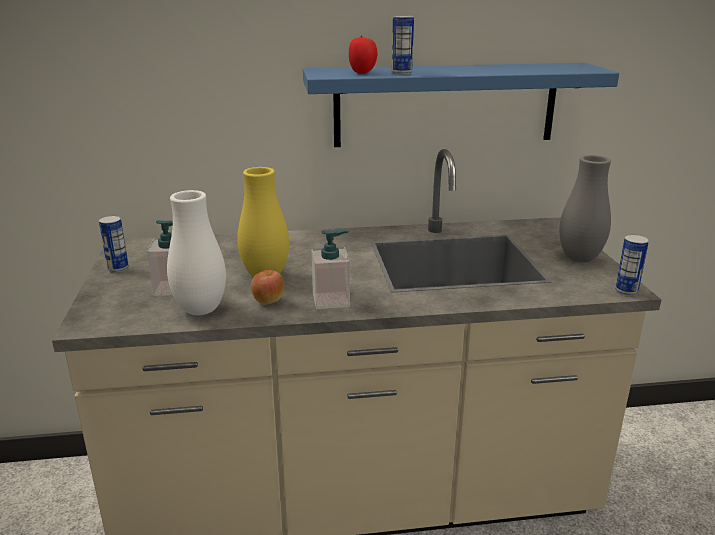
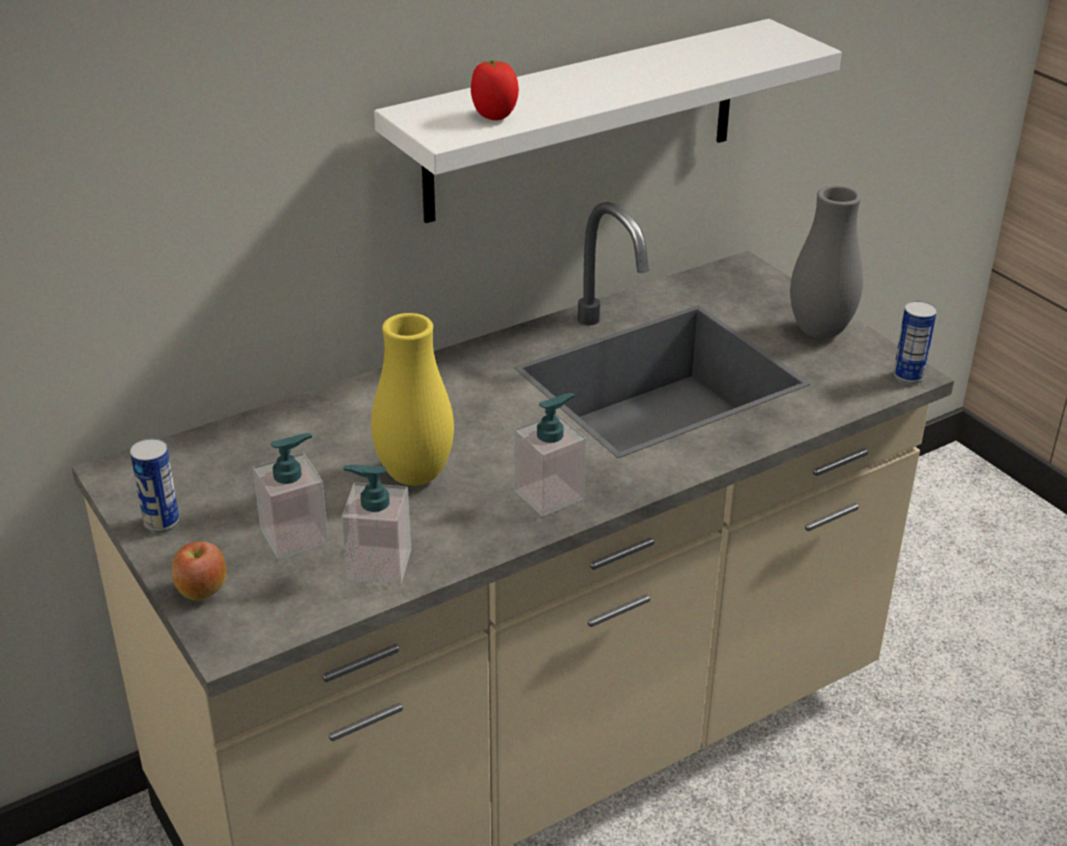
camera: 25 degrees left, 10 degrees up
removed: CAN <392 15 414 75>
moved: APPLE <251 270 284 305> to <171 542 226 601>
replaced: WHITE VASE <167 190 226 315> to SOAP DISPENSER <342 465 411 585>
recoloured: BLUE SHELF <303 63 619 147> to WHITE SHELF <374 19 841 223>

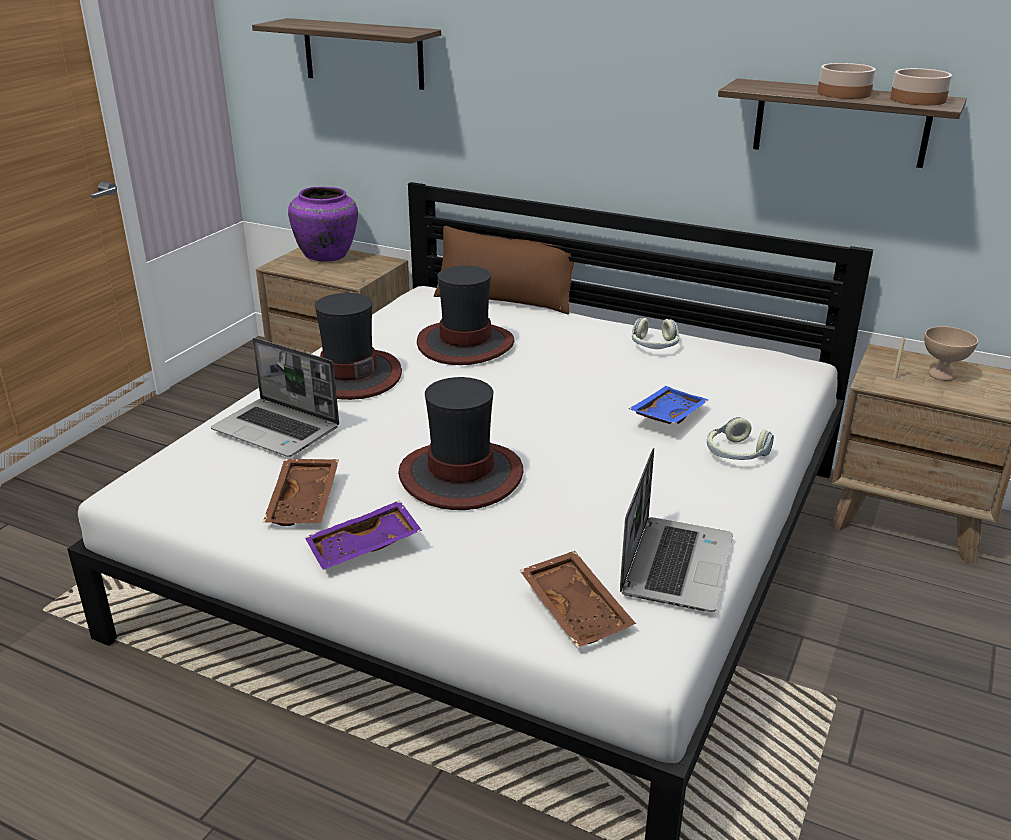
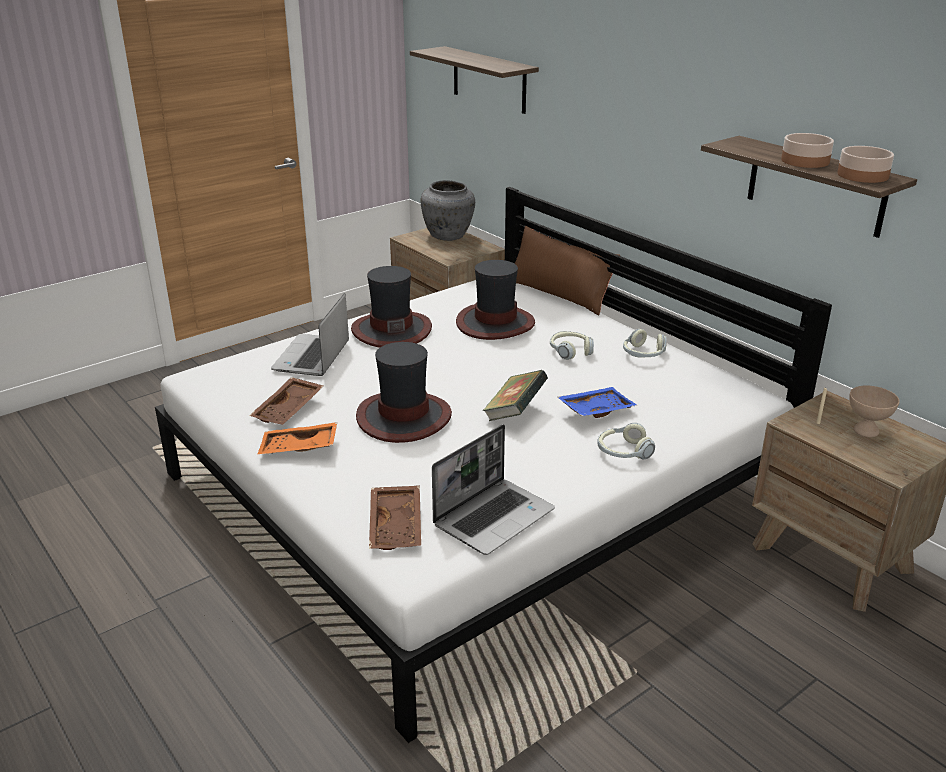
camera: 25 degrees right, 0 degrees up
added: BOOK <483 370 548 421>; HEADPHONES <550 331 594 360>
recoloured: PURPLE VASE <288 187 358 262> to GREY VASE <421 180 475 241>; PURPLE TRAY <305 500 422 569> to ORANGE TRAY <257 422 337 454>
turned: LAPTOP <211 338 339 457> = <271 293 349 376> 45 degrees clockwise

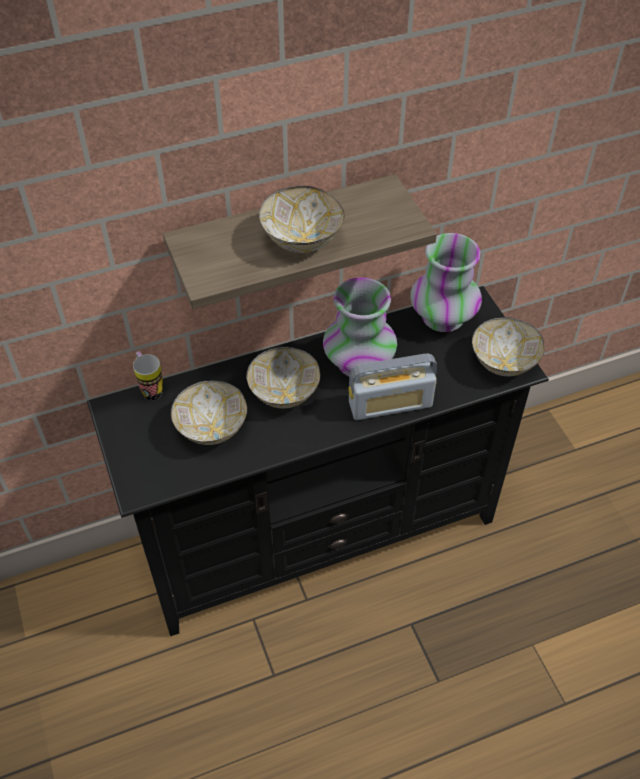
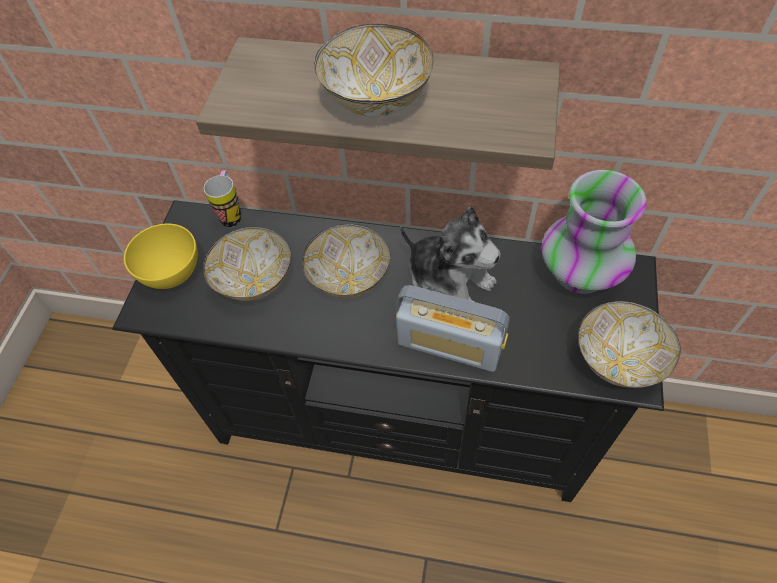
camera: 35 degrees right, 5 degrees up
added: YELLOW BOWL <124 224 198 289>
replaced: VASE <323 277 397 377> to PLUSH TOY <400 207 501 302>

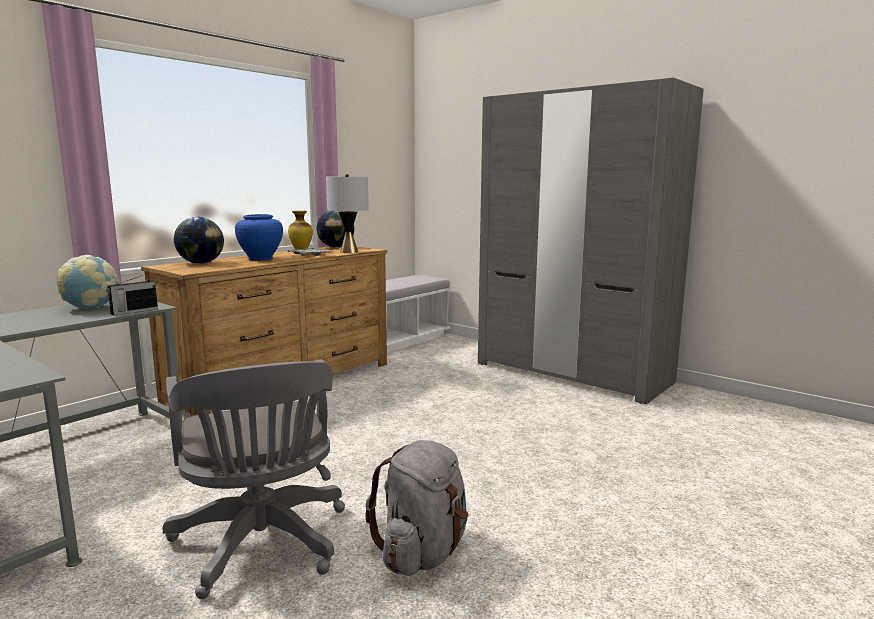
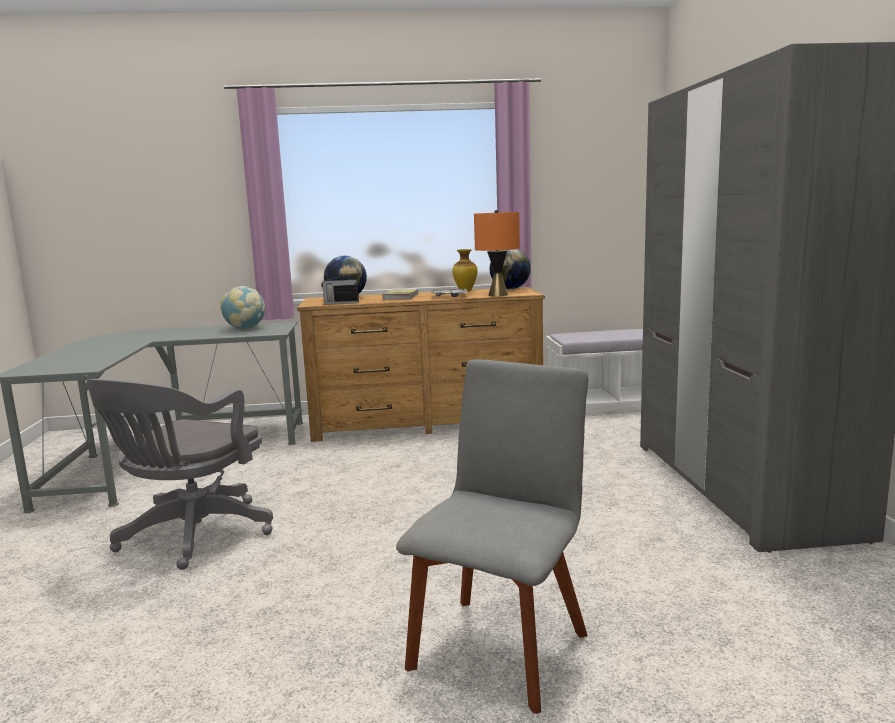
camera: 45 degrees right, 0 degrees up
removed: GREY BACKPACK <366 440 469 576>
added: GREY CHAIR <396 359 588 714>
moved: RADIO <106 275 158 316> to <321 273 359 304>
replaced: BLUE VASE <235 214 283 261> to BOOK <382 288 419 300>
recoloured: GREY TABLE LAMP <326 174 369 253> to ORANGE TABLE LAMP <474 210 520 296>

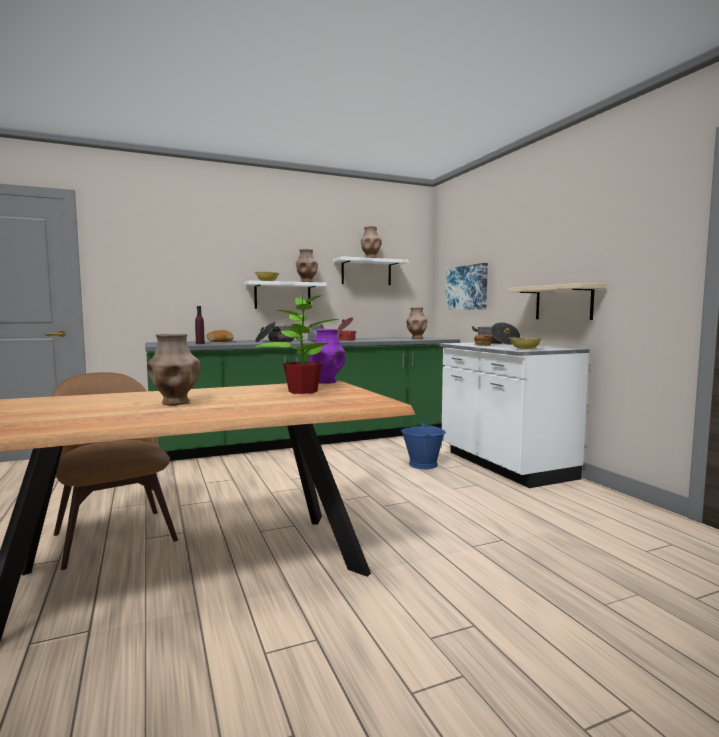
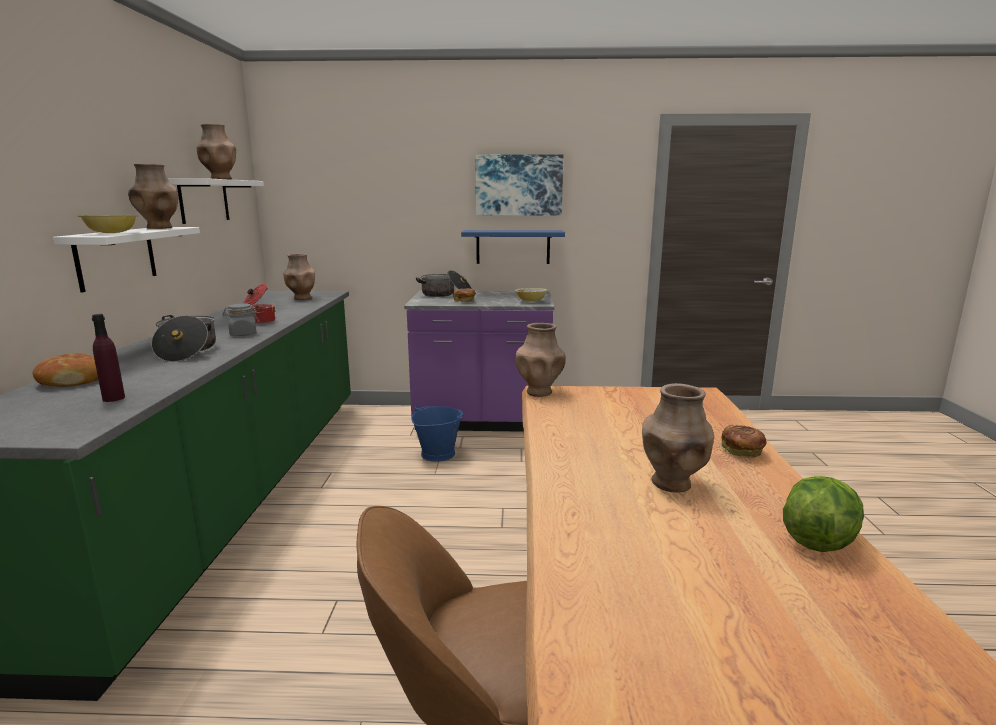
camera: 65 degrees left, 10 degrees up
removed: POTTED PLANT <254 293 338 394>
added: BREAD <720 425 766 458>; LETTUCE <783 476 864 552>
moved: PICTURE <445 263 488 310> to <475 154 563 215>
recoloured: PURPLE VASE <309 329 345 384> to BROWN VASE <516 323 566 397>; WHITE COUNTER <438 343 590 488> to PURPLE COUNTER <404 291 555 432>; BEIGE SHELF <507 283 606 320> to BLUE SHELF <461 230 565 264>

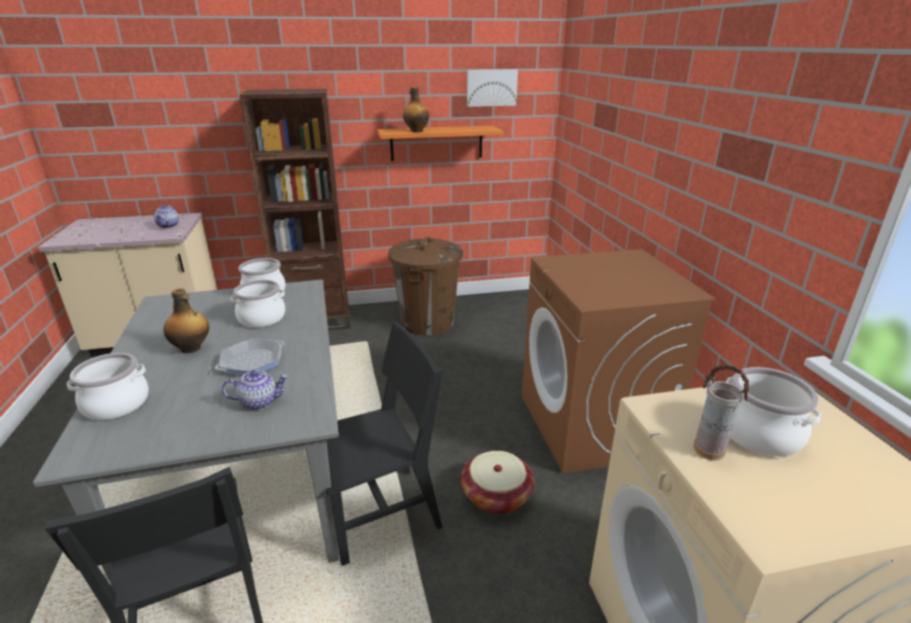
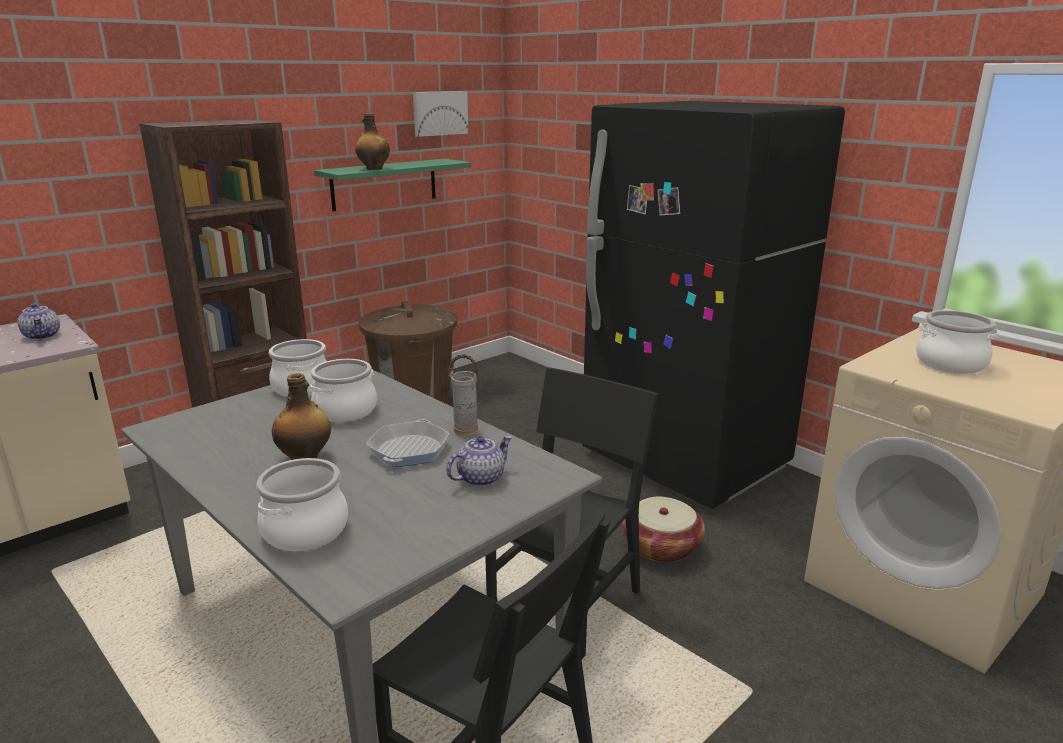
camera: 30 degrees left, 5 degrees down
moved: VASE <693 364 749 461> to <447 354 480 436>
replaced: BROWN WASHING MACHINE <522 249 716 474> to BLACK FRIDGE <582 101 845 509>
recoloured: ORANGE SHELF <377 126 503 161> to GREEN SHELF <314 159 471 211>

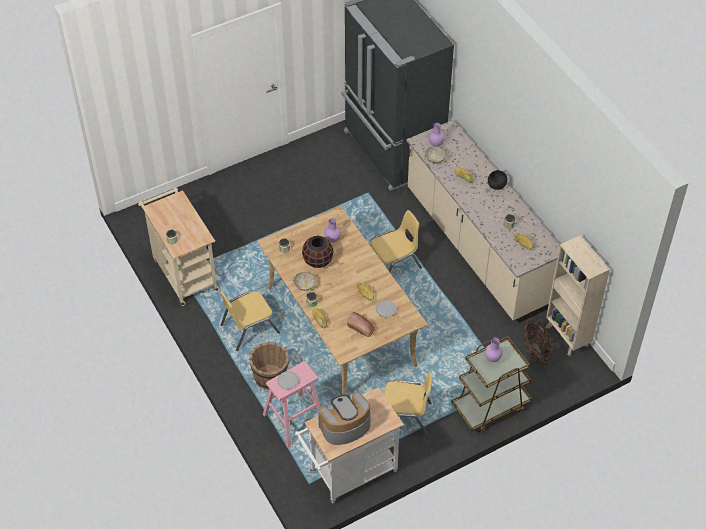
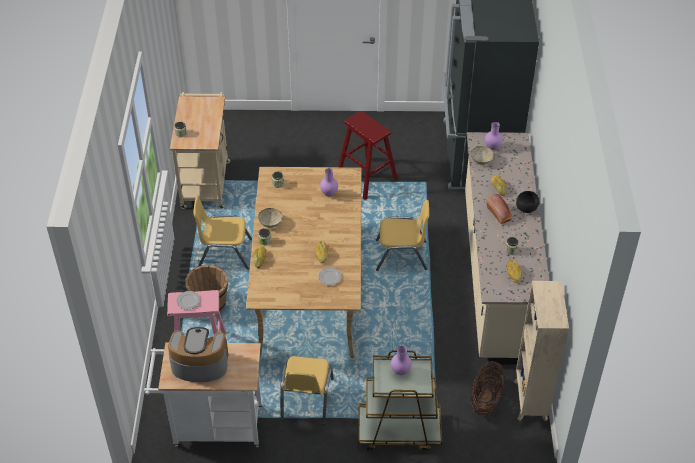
camera: 30 degrees right, 5 degrees down
removed: BLACK VASE <302 236 333 268>
added: RED STOOL <338 111 398 200>
moved: BREAD <347 312 375 337> to <486 194 512 224>
turned: YELLOW CHAIR <383 372 432 435> = <281 356 334 425> 60 degrees clockwise

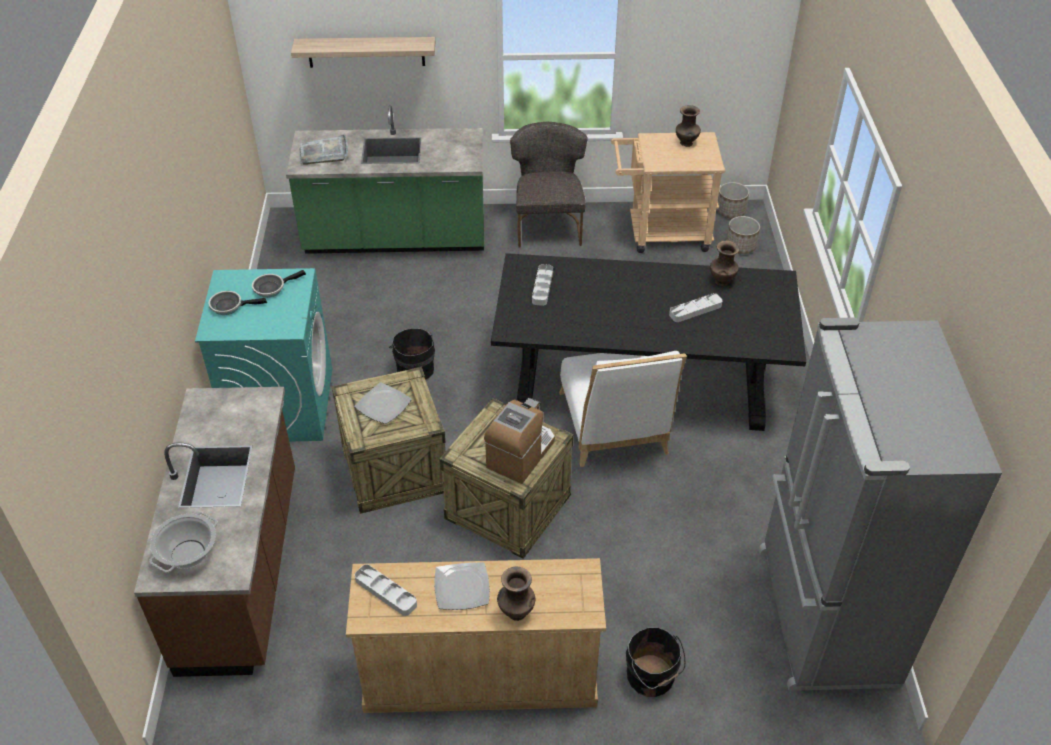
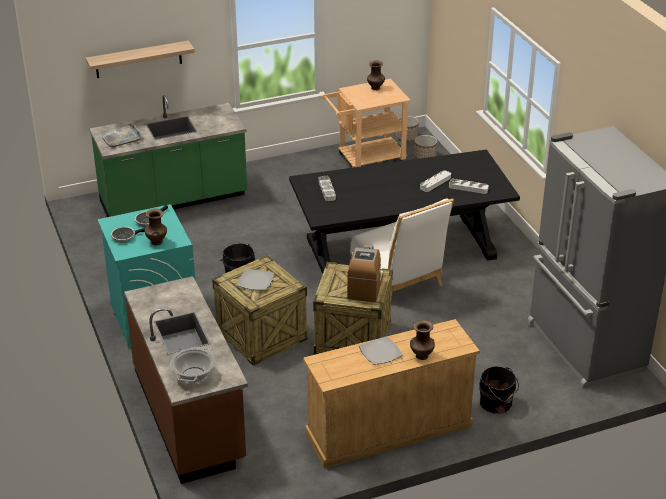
camera: 20 degrees left, 10 degrees down
removed: GREY CHAIR <510 121 588 248>
moved: GREY TRAY <355 564 417 616> to <449 179 489 194>; BROWN VASE <710 241 739 286> to <145 208 167 245>

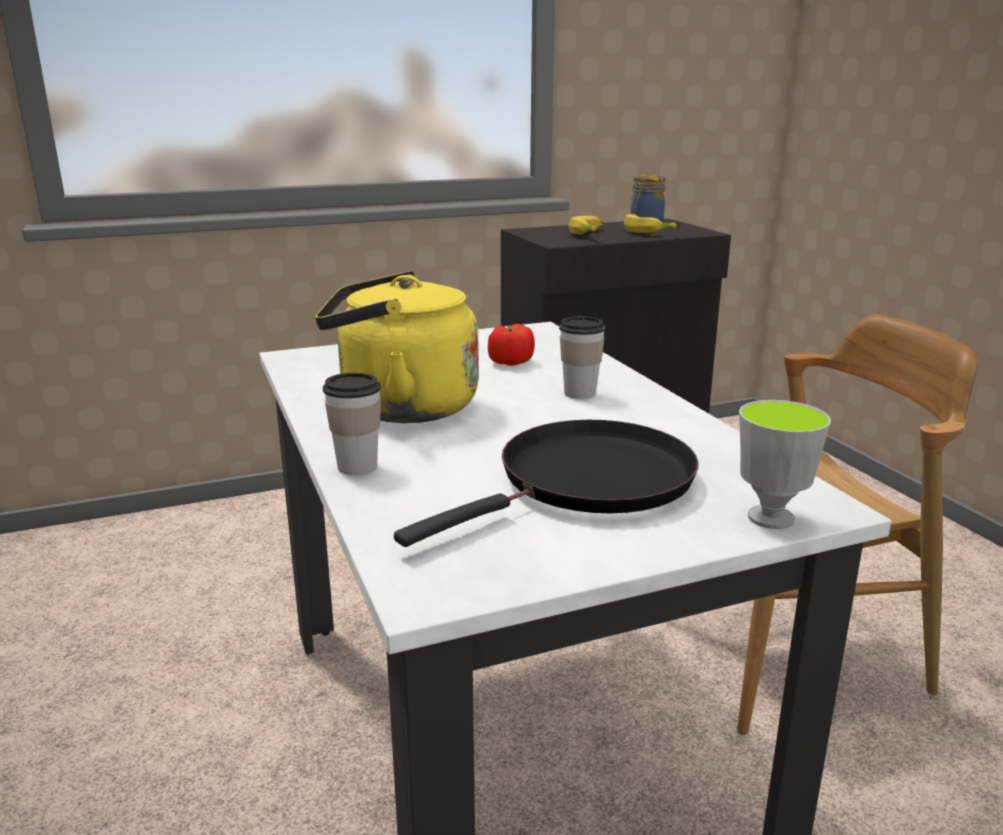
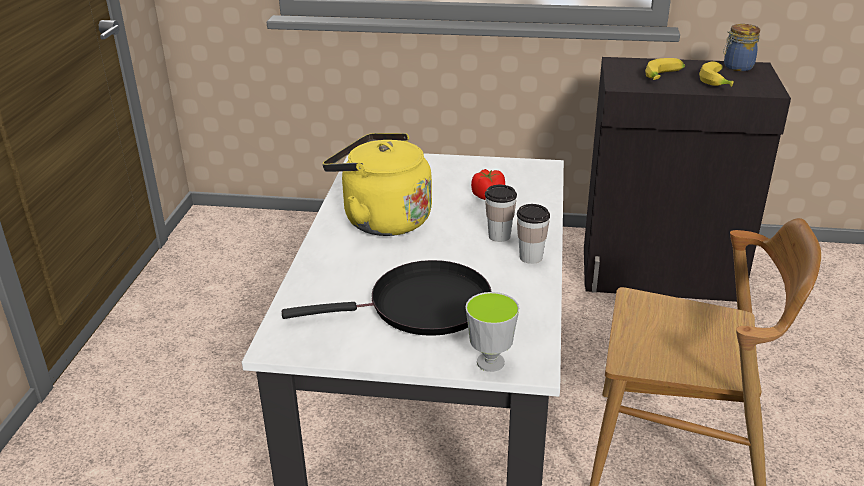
camera: 30 degrees right, 10 degrees up
moved: CUP <323 373 381 475> to <517 204 550 264>

